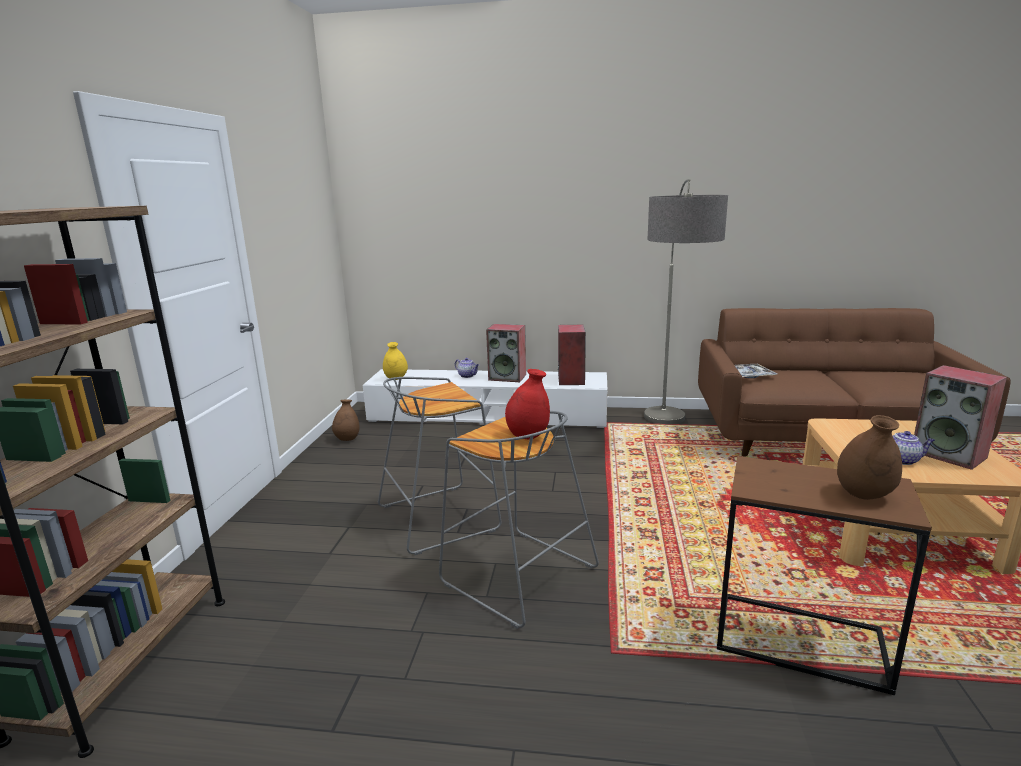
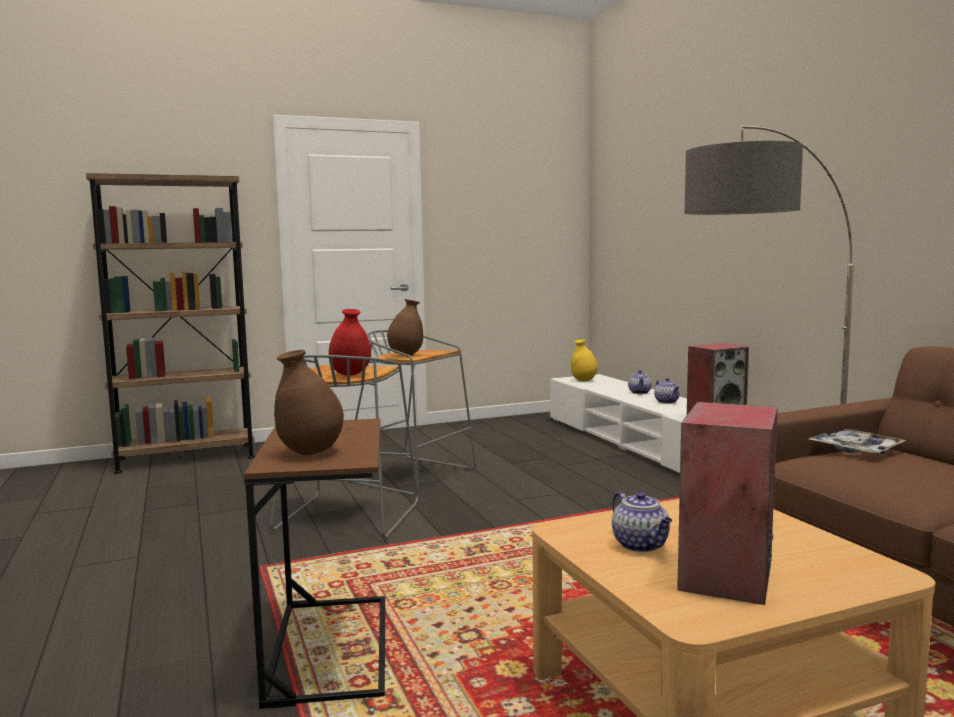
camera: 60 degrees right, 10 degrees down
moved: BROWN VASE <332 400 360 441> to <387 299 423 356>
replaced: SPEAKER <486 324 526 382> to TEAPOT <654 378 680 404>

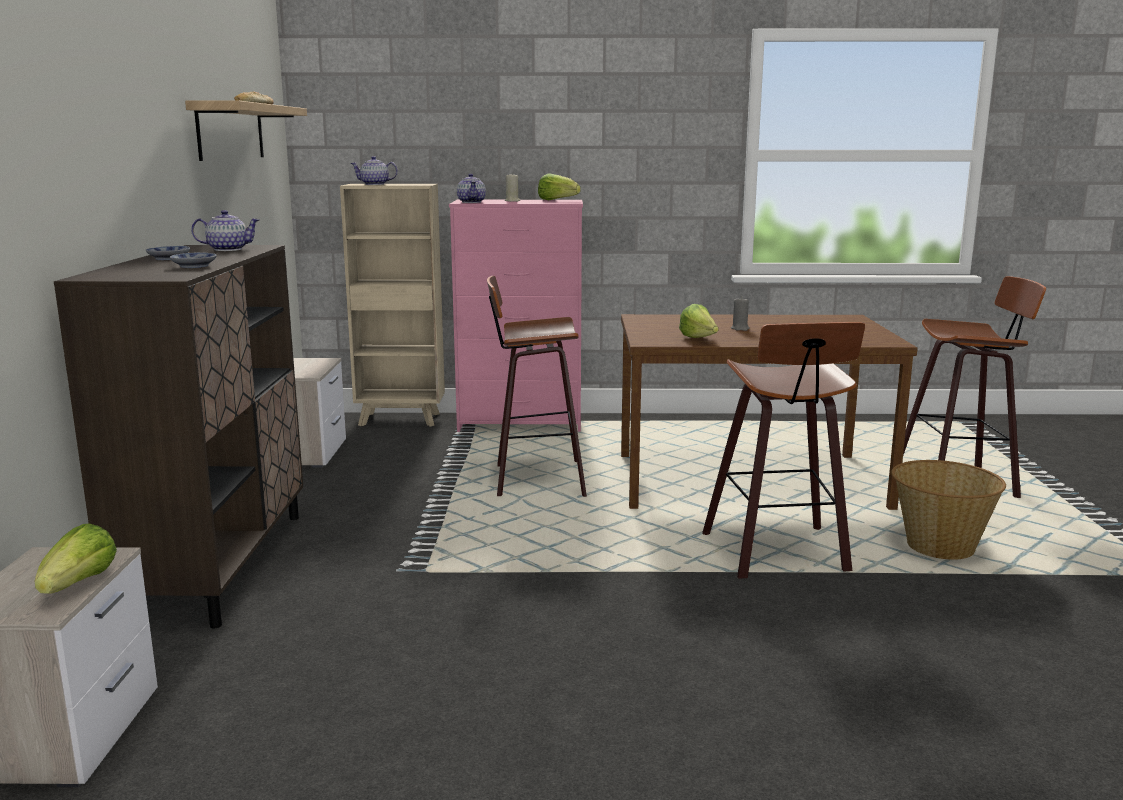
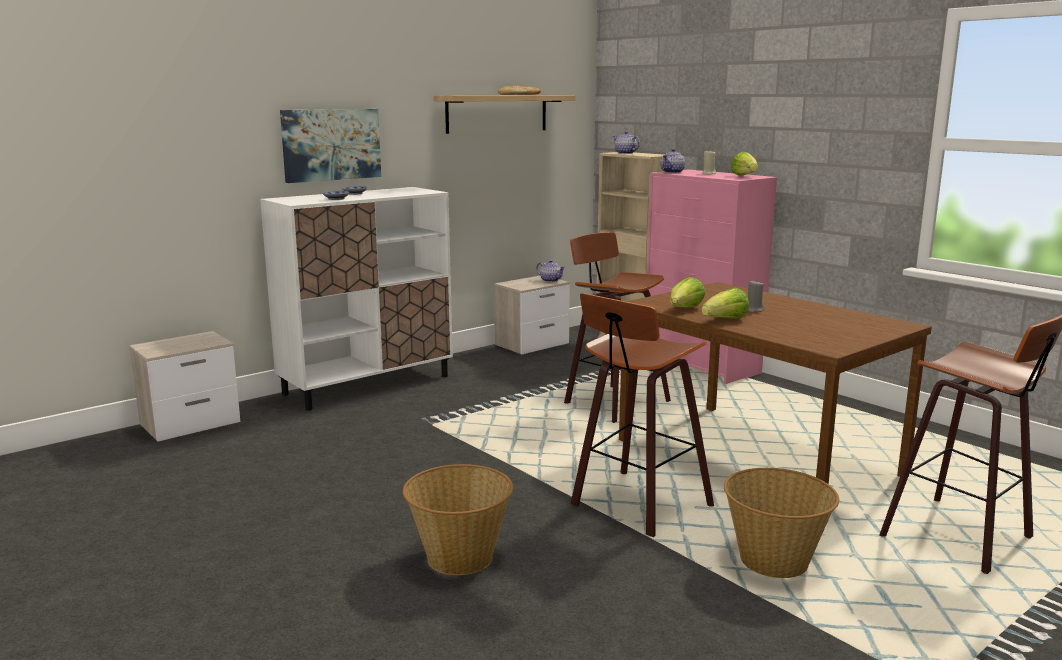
camera: 50 degrees right, 0 degrees up
added: PICTURE <280 109 381 183>; BASKET <403 464 513 575>
moved: LETTUCE <34 524 117 594> to <701 288 749 319>; TEAPOT <191 210 260 251> to <536 260 565 282>
recoloured: BROWN CABINET <54 245 303 628> to WHITE CABINET <260 187 453 411>

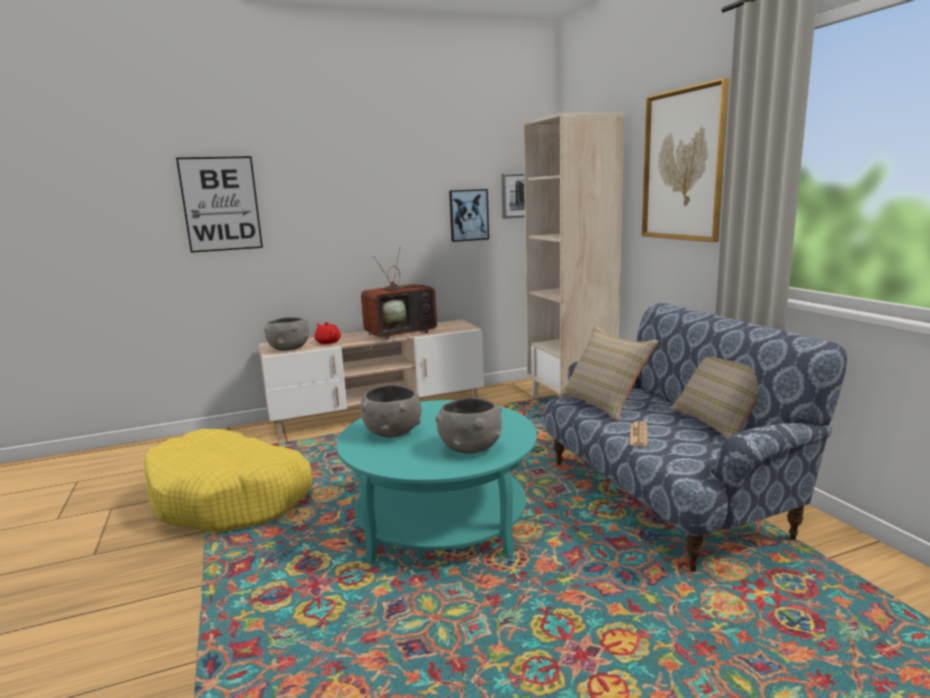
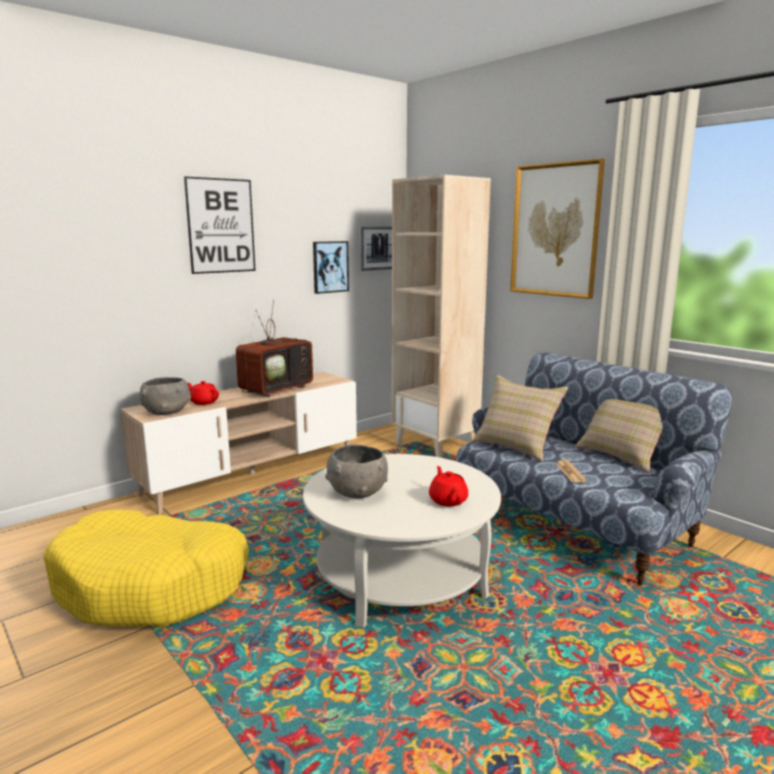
camera: 20 degrees left, 0 degrees up
moved: PICTURE <176 156 263 253> to <184 176 256 274>
replaced: GREY BOWL <435 398 502 453> to RED TEAPOT <429 466 468 506>
recoloured: TURQUOISE COFFEE TABLE <336 400 537 563> to WHITE COFFEE TABLE <303 454 501 628>

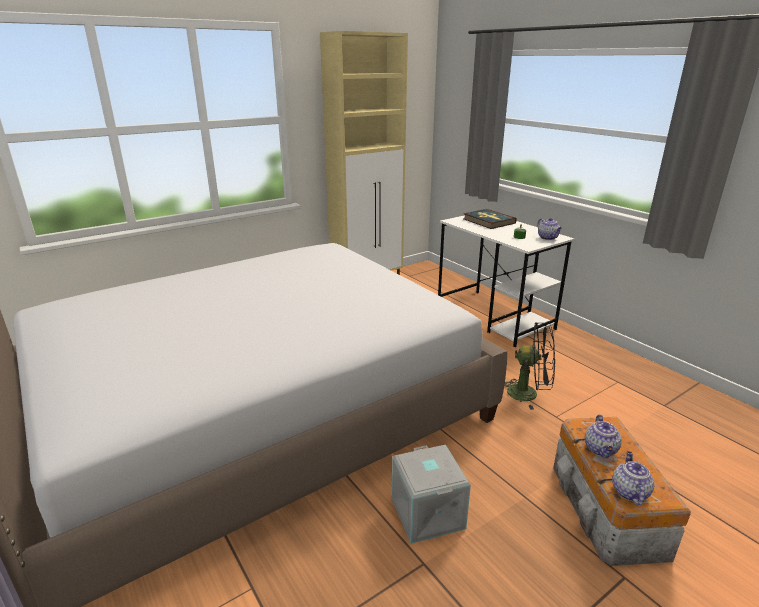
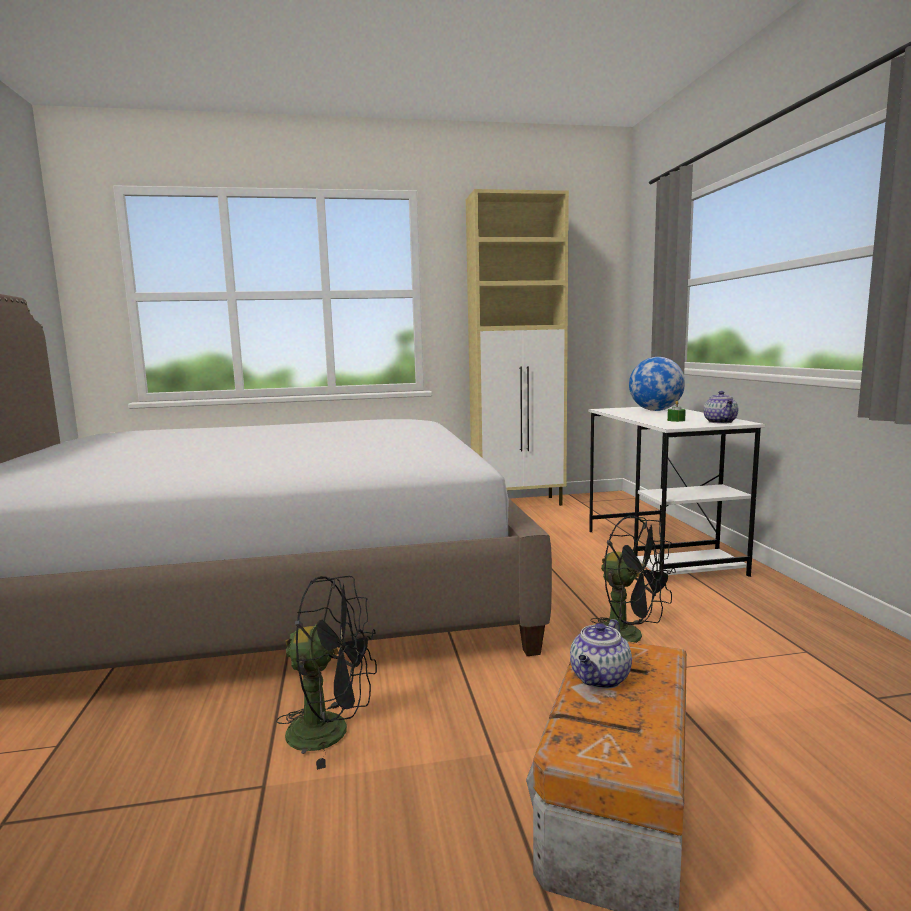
camera: 25 degrees right, 15 degrees down
removed: TEAPOT <612 451 654 506>
replaced: GREY STORAGE BOX <392 445 471 544> to BLACK FAN <276 576 377 770>; BOOK <463 209 517 229> to GLOBE <629 357 685 411>

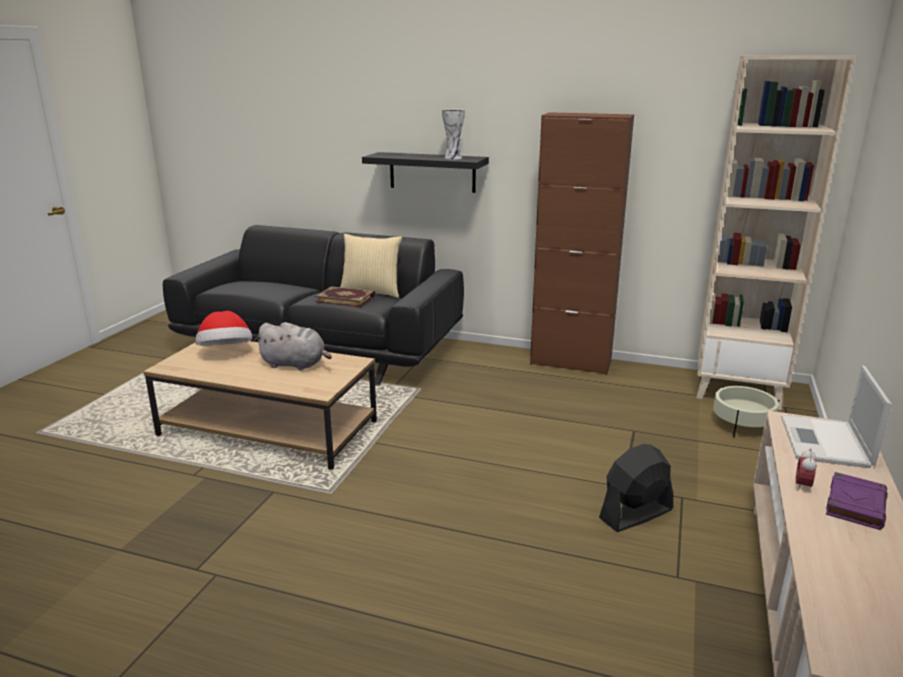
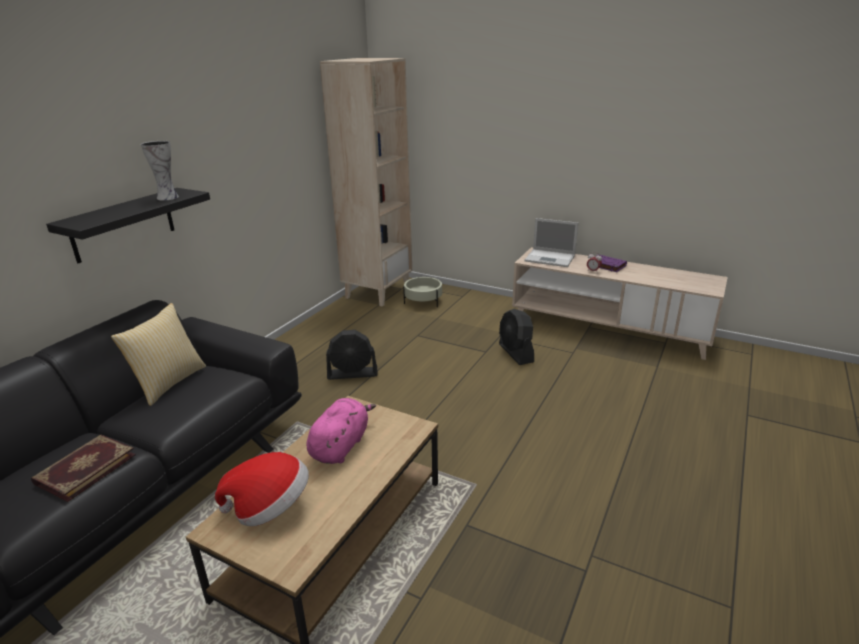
camera: 80 degrees left, 5 degrees up
removed: BROWN CABINET <530 112 634 375>
added: BLACK FAN <326 330 378 380>
moved: BOOK <315 286 375 307> to <31 434 136 502>
recoloured: GREY PLUSH TOY <255 322 332 371> to PINK PLUSH TOY <307 398 376 464>

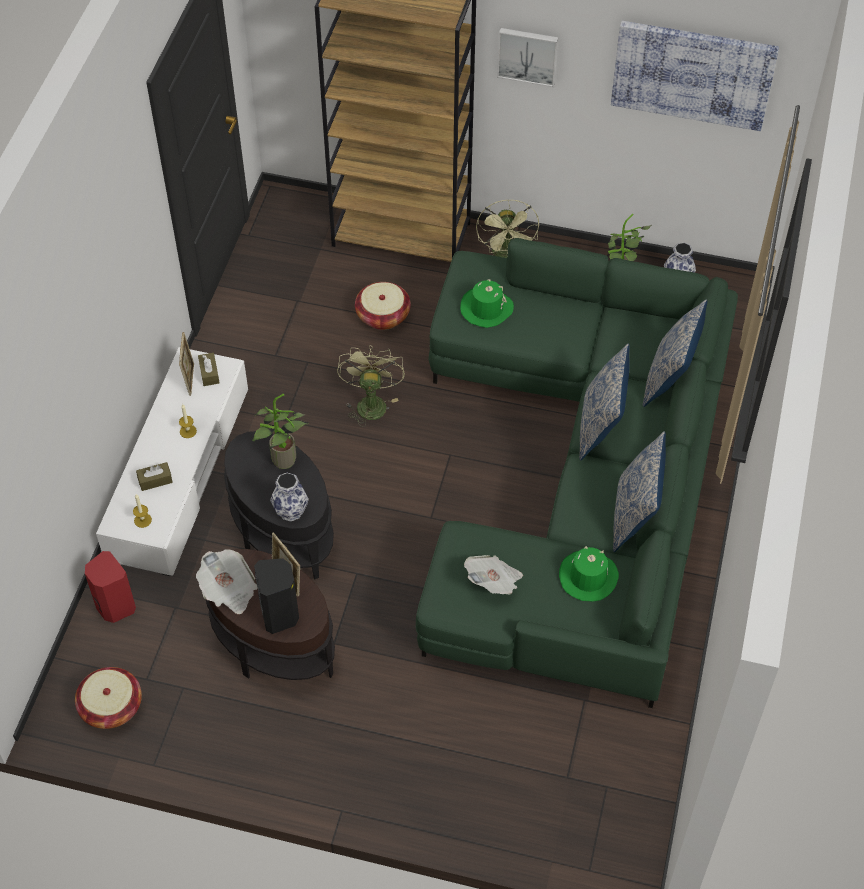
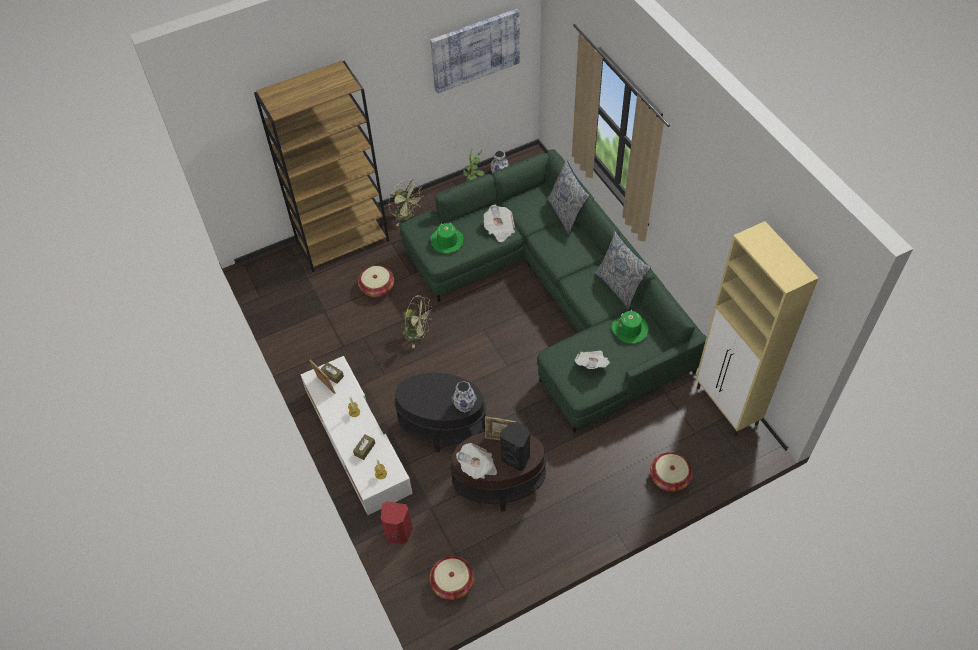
camera: 40 degrees left, 0 degrees up
removed: POTTED PLANT <252 394 309 469>; PICTURE <497 28 558 87>; PILLOW <579 344 630 460>
added: NEWSPAPER <484 205 515 242>; BASKET <650 452 693 492>; BEIGE CABINET <696 221 819 437>
turned: GREEN FAN <337 345 405 427> = <401 295 433 348> 150 degrees clockwise

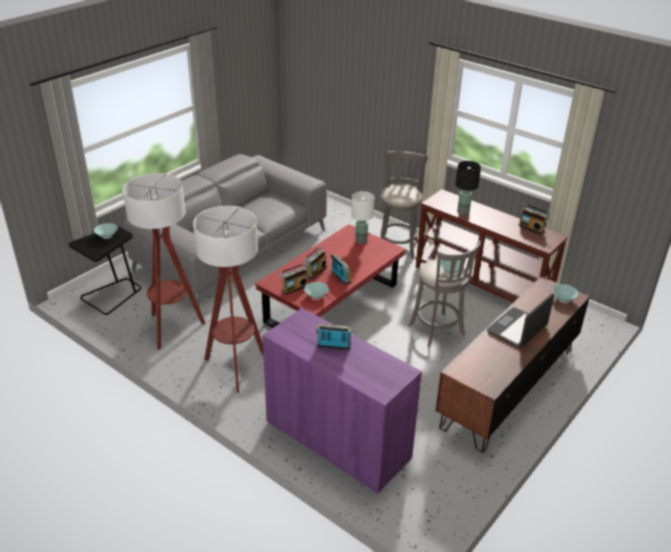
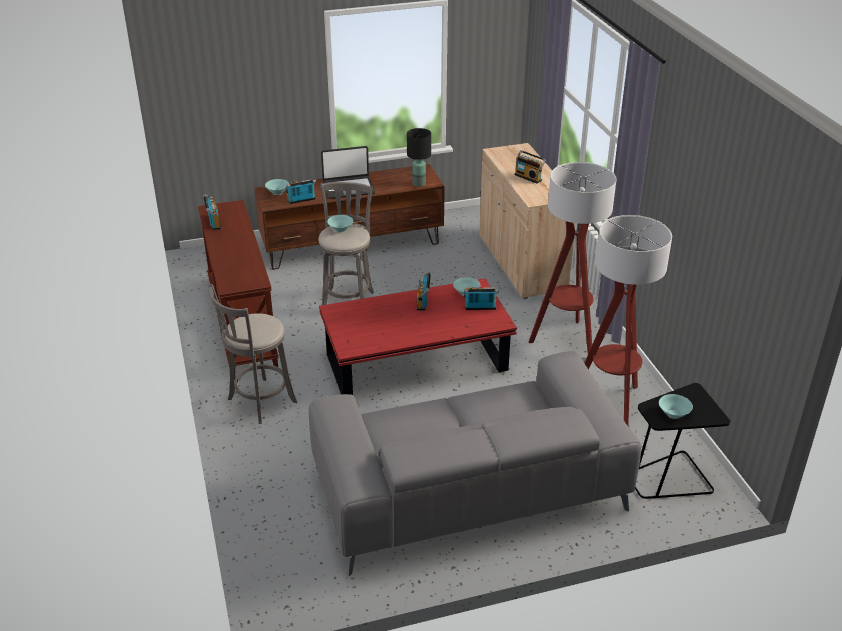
camera: 145 degrees left, 0 degrees up
removed: WHITE TABLE LAMP <351 191 375 244>
moved: RADIO <303 246 327 279> to <285 180 316 204>; BLACK TABLE LAMP <456 161 481 215> to <407 128 431 187>
recoloured: PURPLE CABINET <262 308 422 494> to BEIGE CABINET <479 143 576 299>

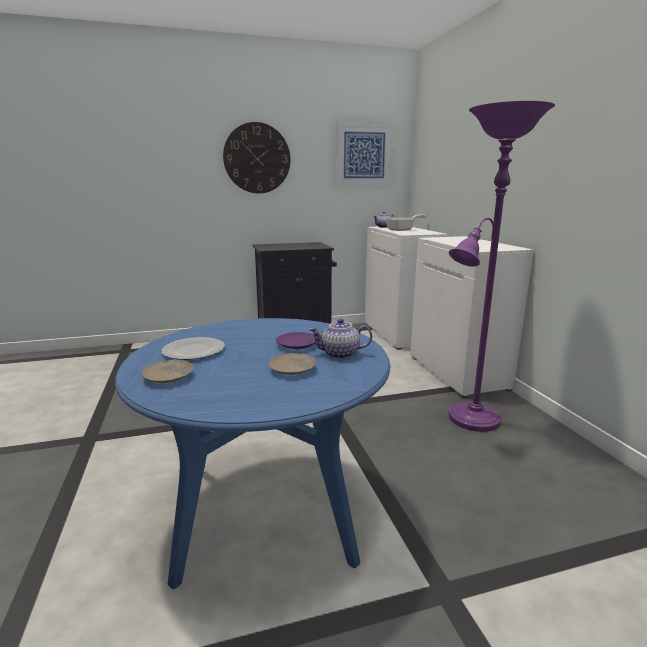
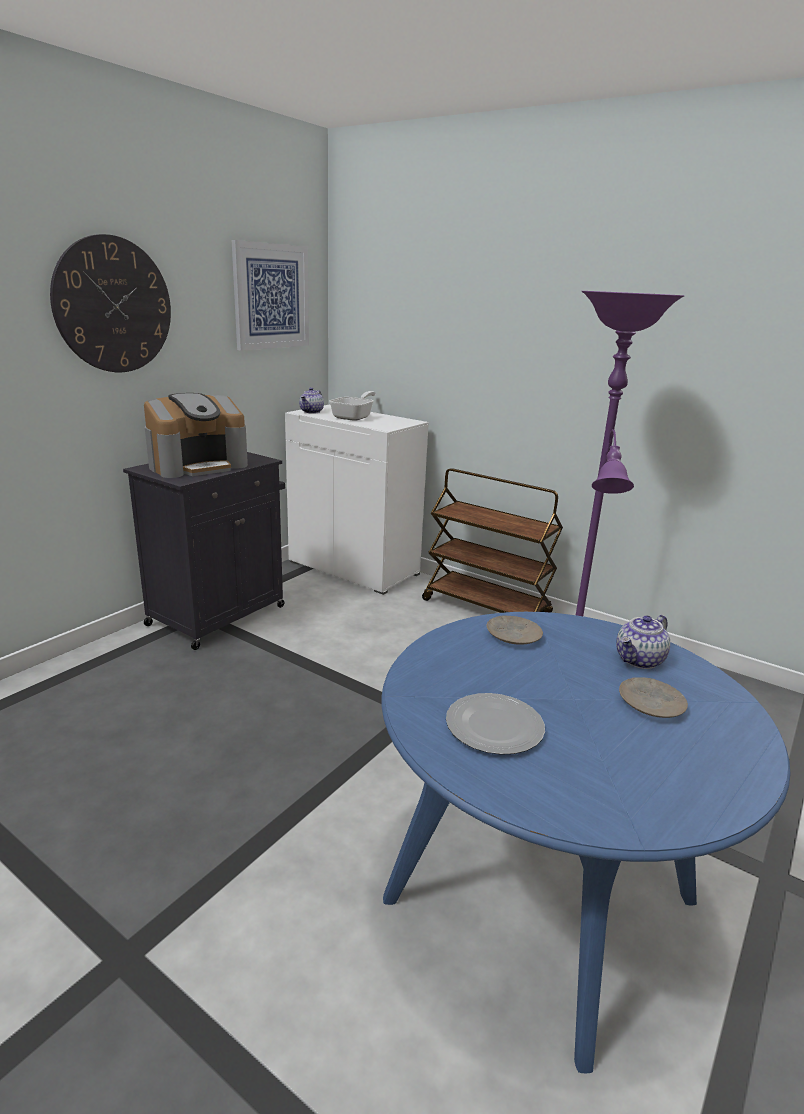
camera: 40 degrees left, 5 degrees up
removed: PURPLE PLATE <276 332 316 349>
added: COFFEE MACHINE <144 393 248 478>
moved: BEIGE PLATE <142 360 194 383> to <486 615 543 645>
replaced: WHITE CABINET <410 236 534 398> to BROWN CART <422 468 563 613>

